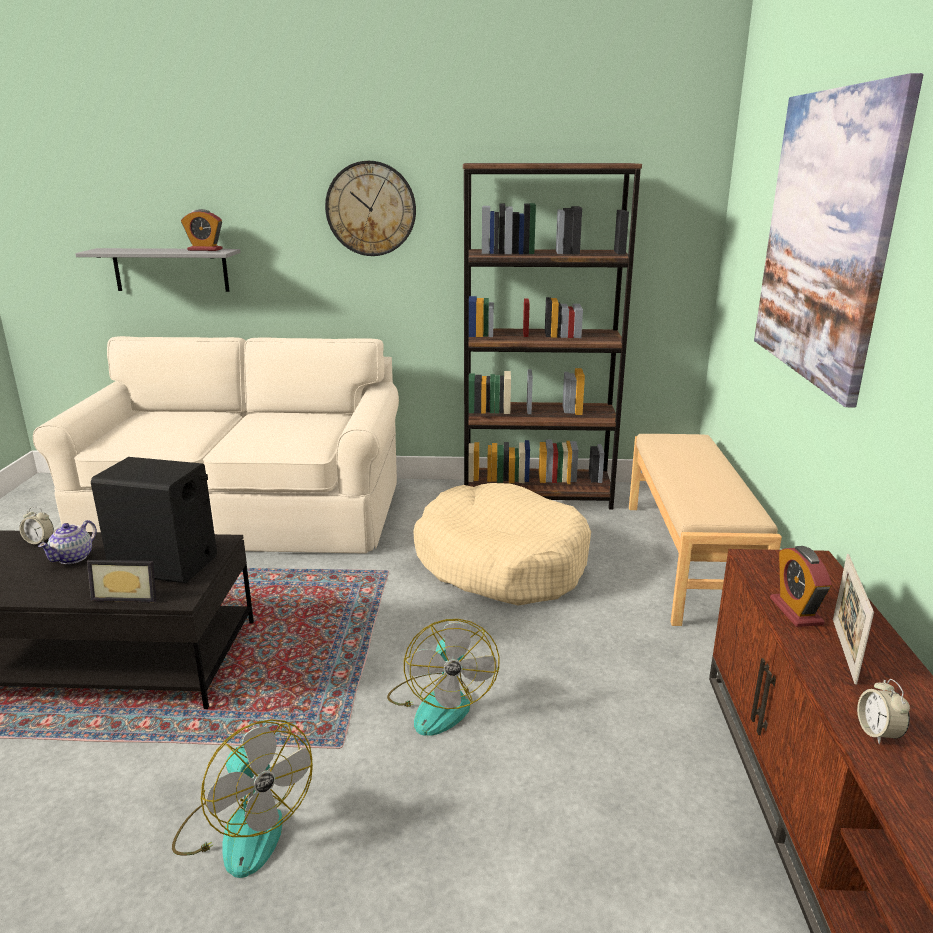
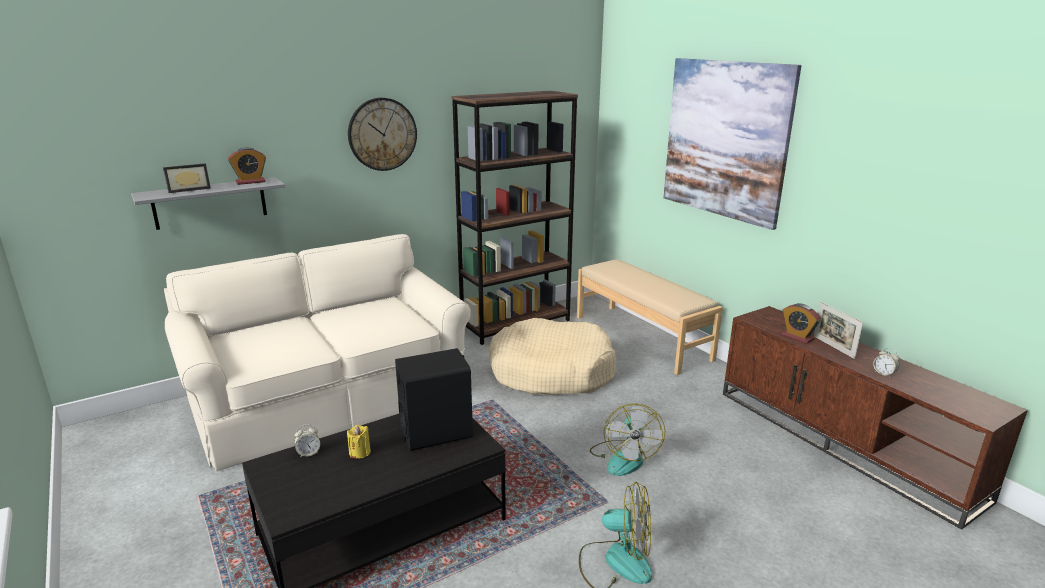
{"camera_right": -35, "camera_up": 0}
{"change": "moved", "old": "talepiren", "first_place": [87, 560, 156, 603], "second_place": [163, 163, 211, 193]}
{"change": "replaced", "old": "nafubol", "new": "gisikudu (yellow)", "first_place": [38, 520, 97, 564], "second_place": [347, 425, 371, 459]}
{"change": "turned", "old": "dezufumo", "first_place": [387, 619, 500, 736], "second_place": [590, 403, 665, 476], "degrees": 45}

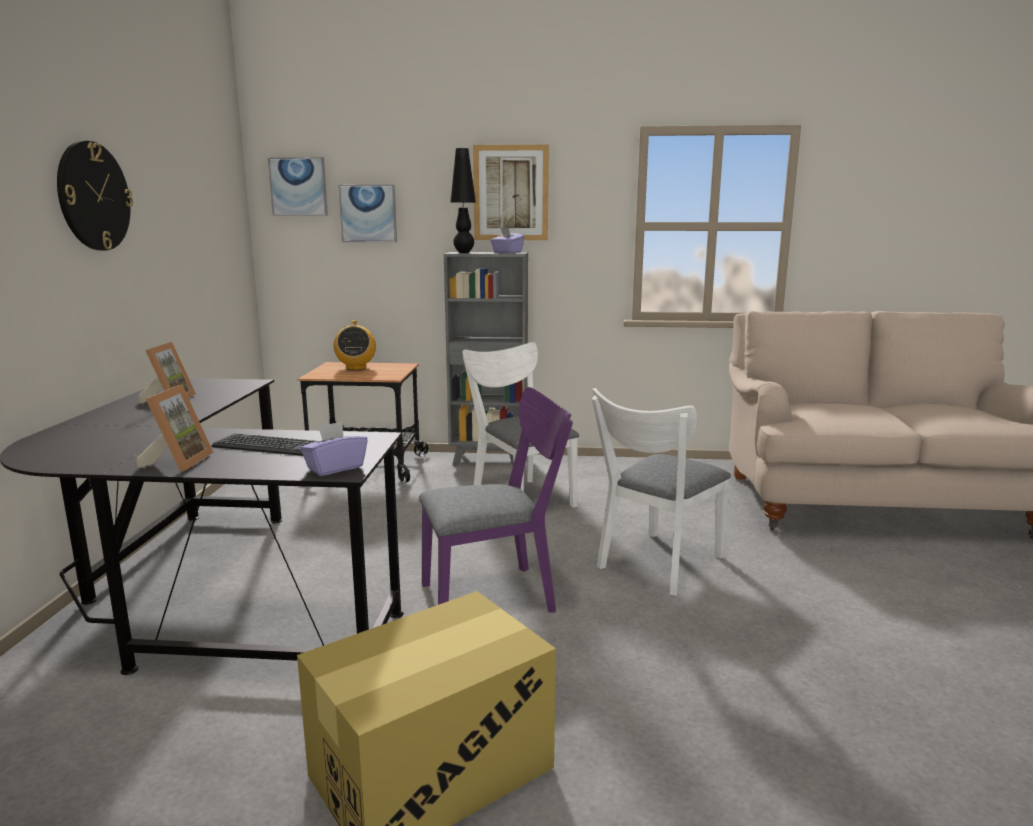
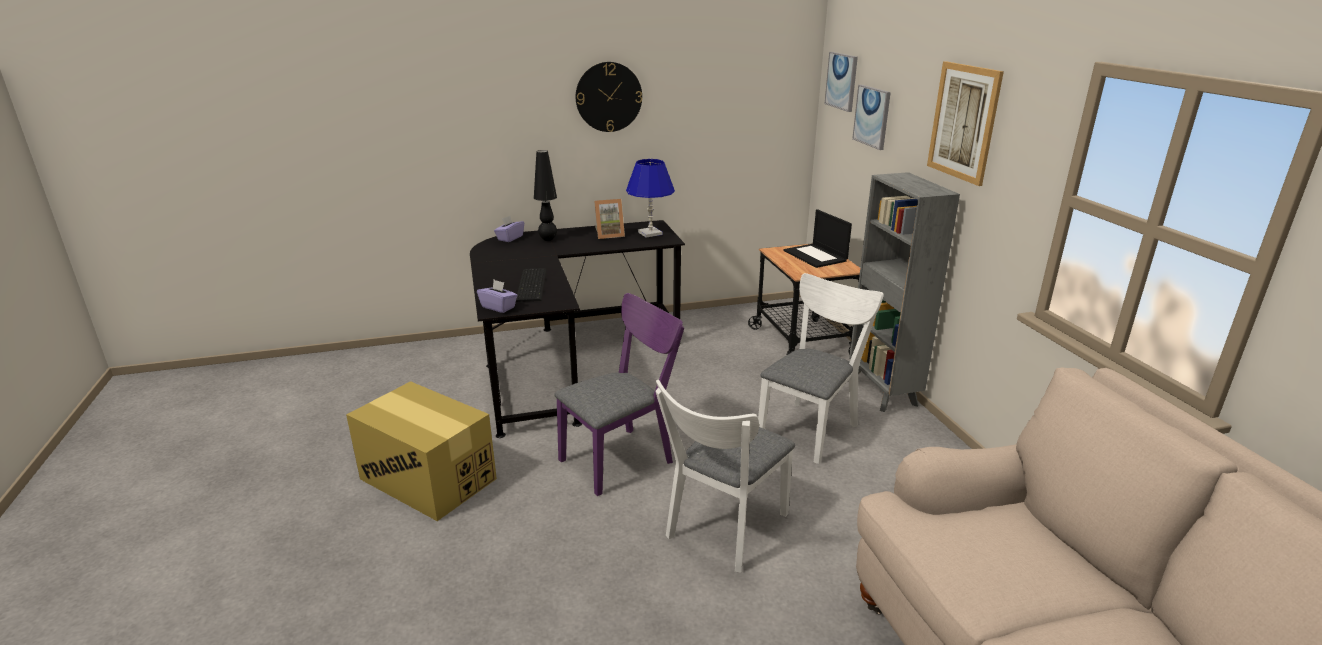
{"camera_right": 70, "camera_up": 10}
{"change": "removed", "old": "talepiren", "first_place": [137, 384, 214, 472]}
{"change": "added", "new": "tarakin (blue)", "second_place": [626, 159, 675, 238]}
{"change": "moved", "old": "tarakin (black)", "first_place": [450, 148, 476, 253], "second_place": [534, 150, 557, 241]}
{"change": "moved", "old": "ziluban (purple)", "first_place": [490, 227, 524, 253], "second_place": [494, 216, 524, 242]}
{"change": "replaced", "old": "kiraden", "new": "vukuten", "first_place": [333, 320, 376, 370], "second_place": [784, 209, 852, 268]}
{"change": "turned", "old": "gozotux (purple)", "first_place": [419, 387, 573, 613], "second_place": [554, 293, 684, 496], "degrees": -90}
{"change": "turned", "old": "gozotux (white)", "first_place": [592, 388, 731, 596], "second_place": [655, 380, 795, 573], "degrees": -75}

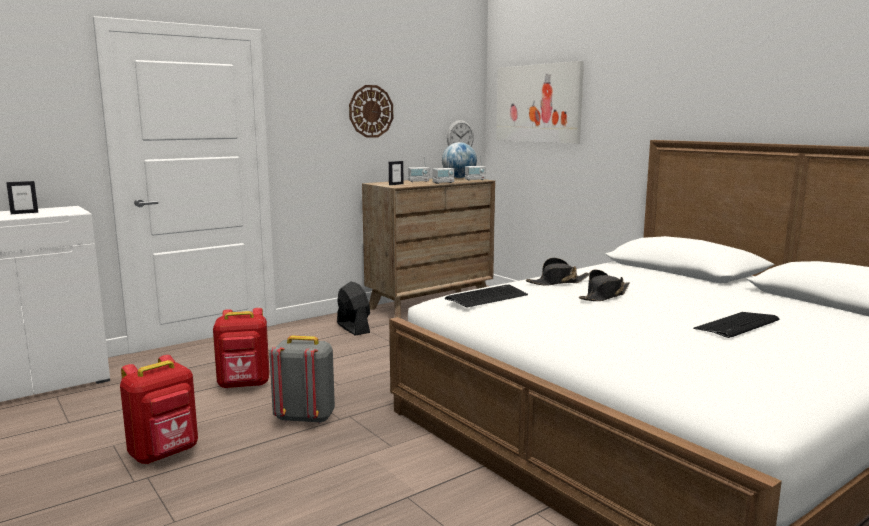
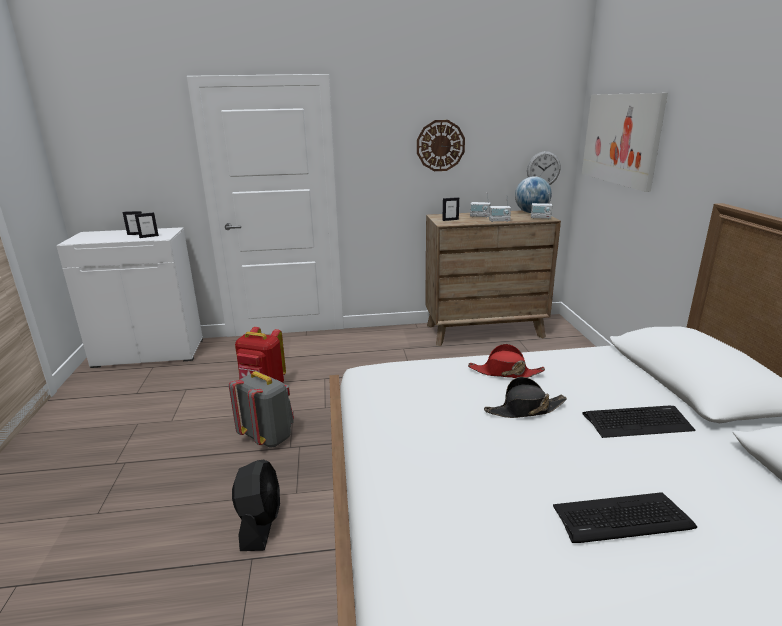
{"camera_right": 30, "camera_up": 10}
{"change": "removed", "old": "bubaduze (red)", "first_place": [120, 355, 198, 464]}
{"change": "added", "new": "talepiren", "second_place": [135, 212, 159, 238]}
{"change": "moved", "old": "dezufumo (black)", "first_place": [337, 281, 370, 335], "second_place": [232, 459, 280, 551]}
{"change": "moved", "old": "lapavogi", "first_place": [445, 285, 528, 308], "second_place": [582, 406, 695, 438]}
{"change": "recoloured", "old": "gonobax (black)", "new": "gonobax (red)", "first_place": [526, 258, 589, 286], "second_place": [468, 344, 545, 378]}

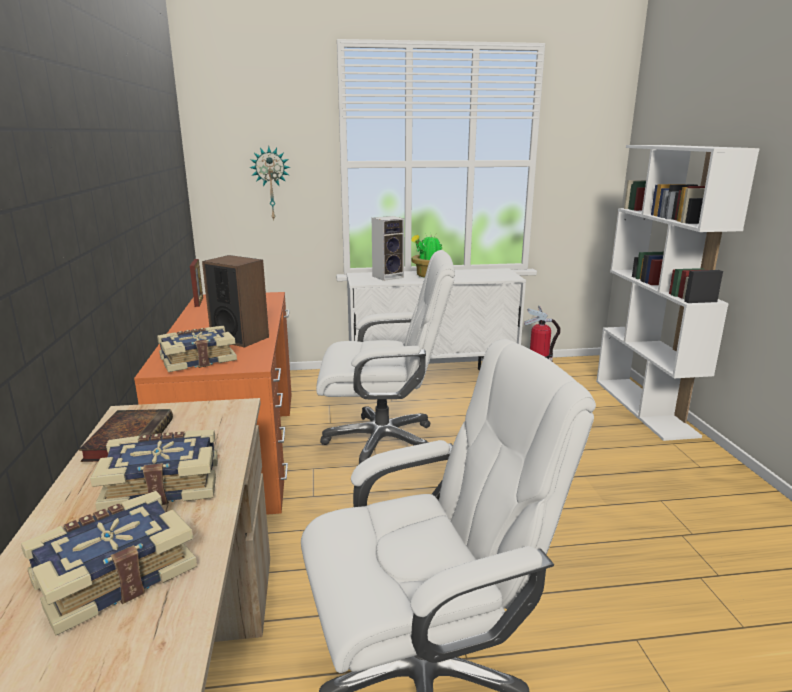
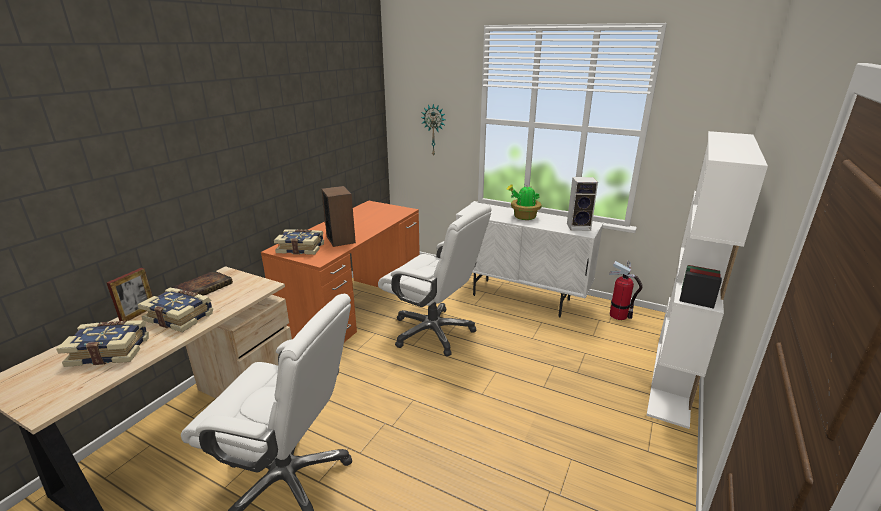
{"camera_right": 35, "camera_up": 5}
{"change": "moved", "old": "talepiren", "first_place": [190, 259, 203, 307], "second_place": [107, 268, 153, 321]}
{"change": "moved", "old": "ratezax", "first_place": [372, 216, 404, 281], "second_place": [567, 177, 598, 231]}

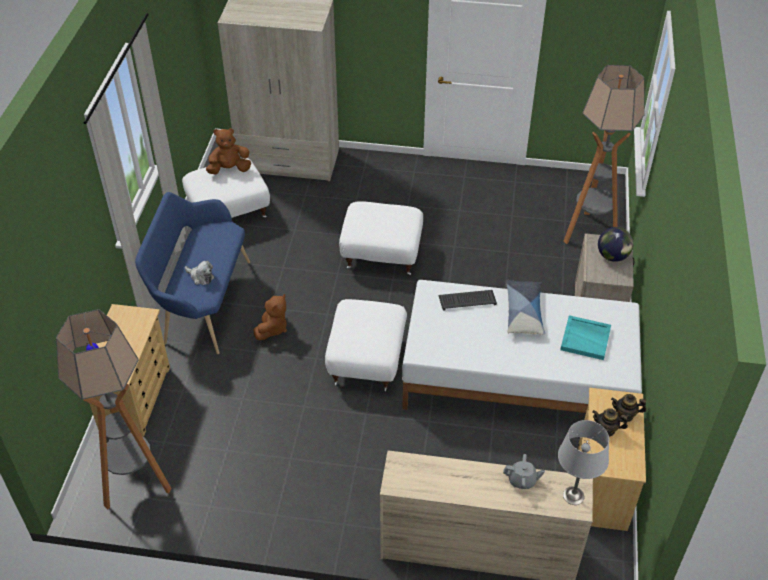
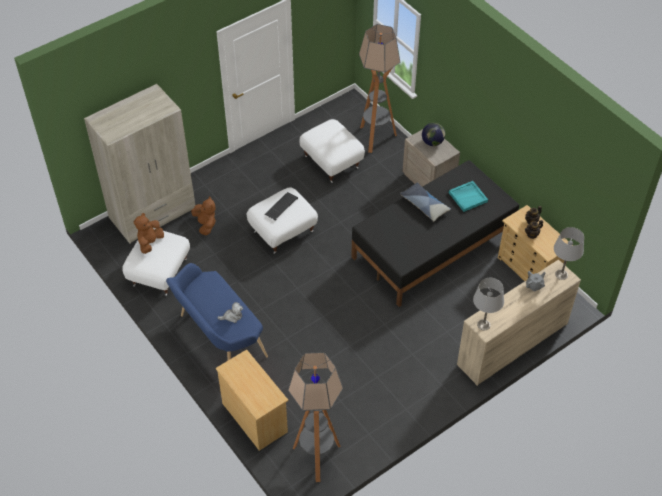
{"camera_right": -45, "camera_up": 5}
{"change": "added", "new": "tarakin (grey)", "second_place": [473, 278, 504, 330]}
{"change": "moved", "old": "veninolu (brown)", "first_place": [254, 294, 287, 340], "second_place": [191, 196, 216, 235]}
{"change": "moved", "old": "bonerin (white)", "first_place": [325, 299, 407, 391], "second_place": [299, 119, 365, 183]}
{"change": "moved", "old": "lapavogi", "first_place": [439, 290, 497, 311], "second_place": [265, 192, 298, 221]}
{"change": "recoloured", "old": "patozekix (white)", "new": "patozekix (black)", "first_place": [402, 280, 642, 413], "second_place": [351, 160, 519, 307]}

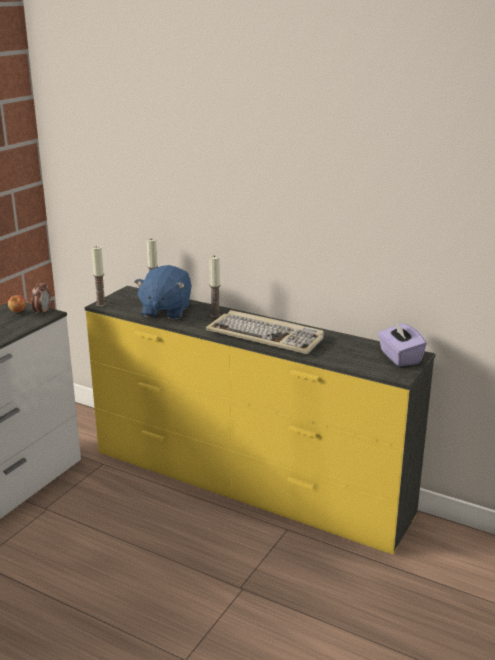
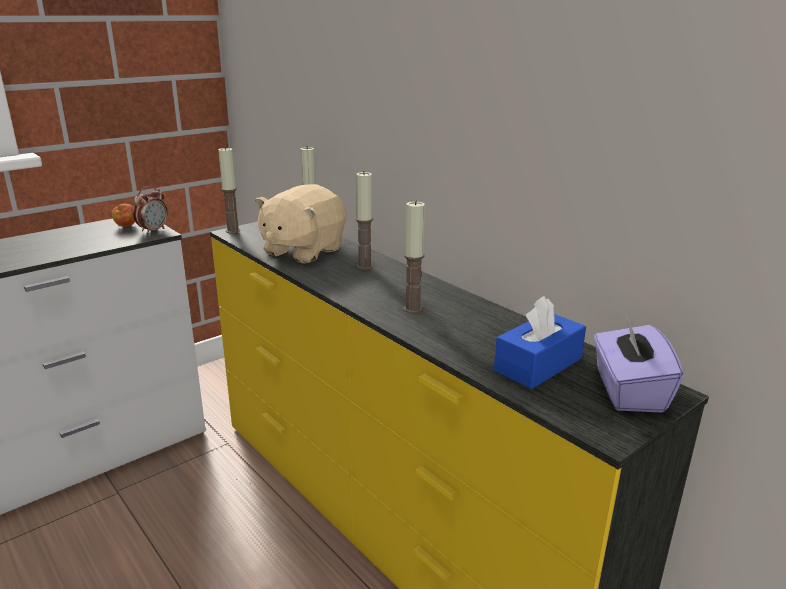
{"camera_right": 20, "camera_up": 0}
{"change": "added", "new": "ziluban (blue)", "second_place": [494, 296, 586, 389]}
{"change": "replaced", "old": "lapavogi", "new": "gisikudu", "first_place": [206, 310, 324, 354], "second_place": [403, 200, 425, 313]}
{"change": "recoloured", "old": "veninolu (blue)", "new": "veninolu (beige)", "first_place": [135, 265, 192, 320], "second_place": [255, 184, 346, 264]}

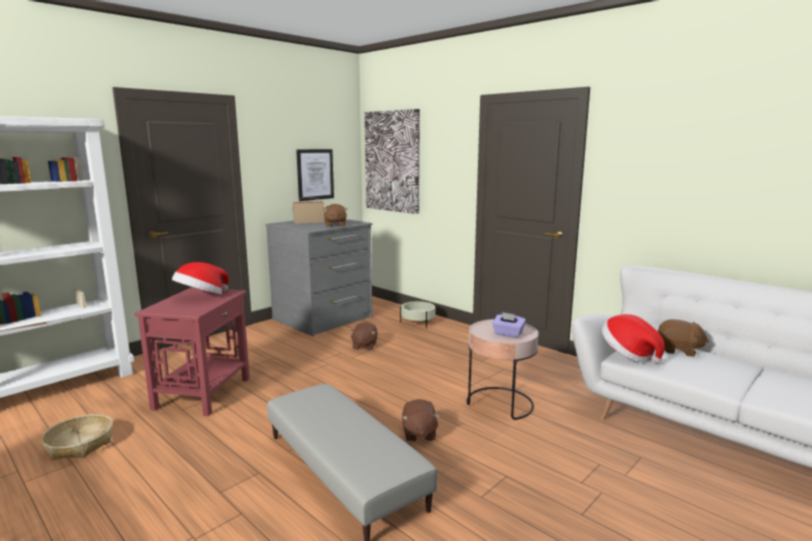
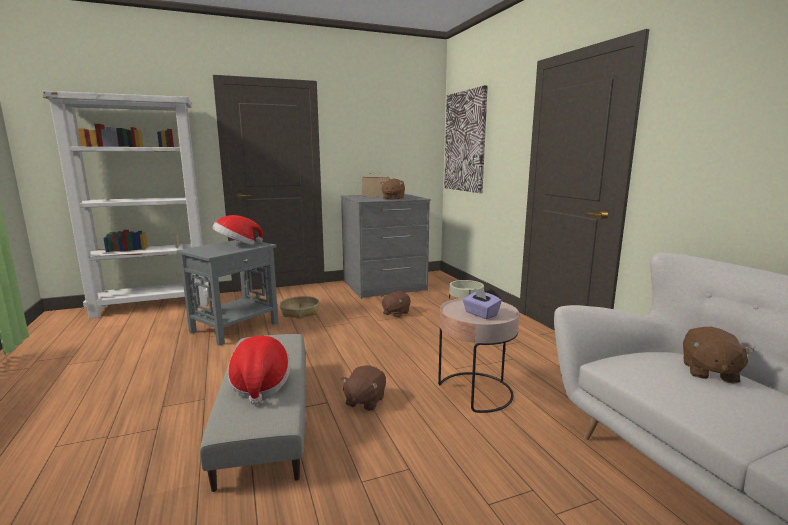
{"camera_right": 25, "camera_up": 0}
{"change": "removed", "old": "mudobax", "first_place": [296, 149, 334, 201]}
{"change": "moved", "old": "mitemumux", "first_place": [41, 414, 113, 460], "second_place": [279, 296, 319, 319]}
{"change": "moved", "old": "gonobax", "first_place": [602, 314, 665, 364], "second_place": [228, 336, 290, 405]}
{"change": "recoloured", "old": "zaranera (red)", "new": "zaranera (grey)", "first_place": [135, 287, 250, 416], "second_place": [177, 240, 278, 346]}
{"change": "turned", "old": "veninolu (brown)", "first_place": [658, 319, 709, 357], "second_place": [683, 327, 754, 384], "degrees": 60}

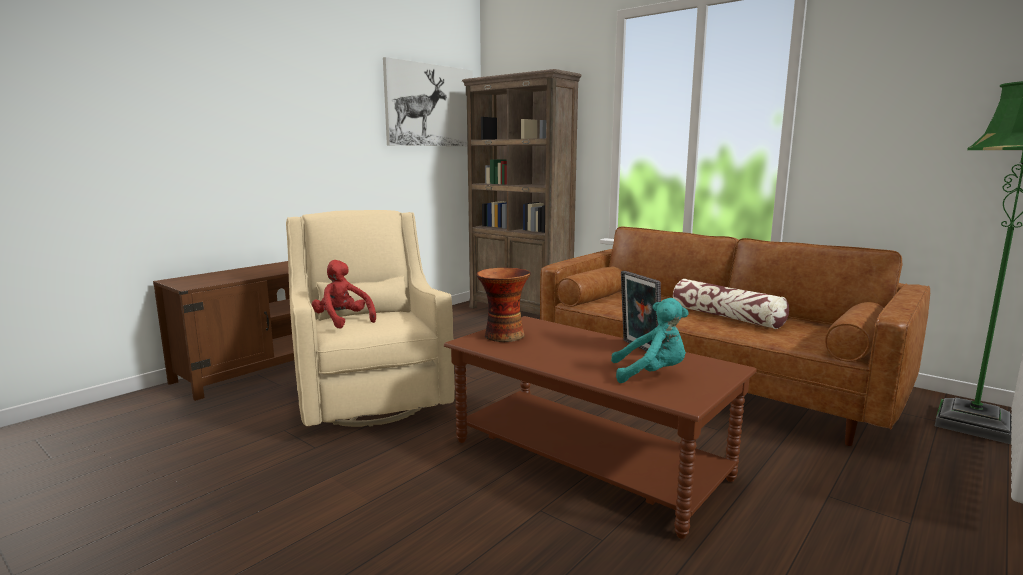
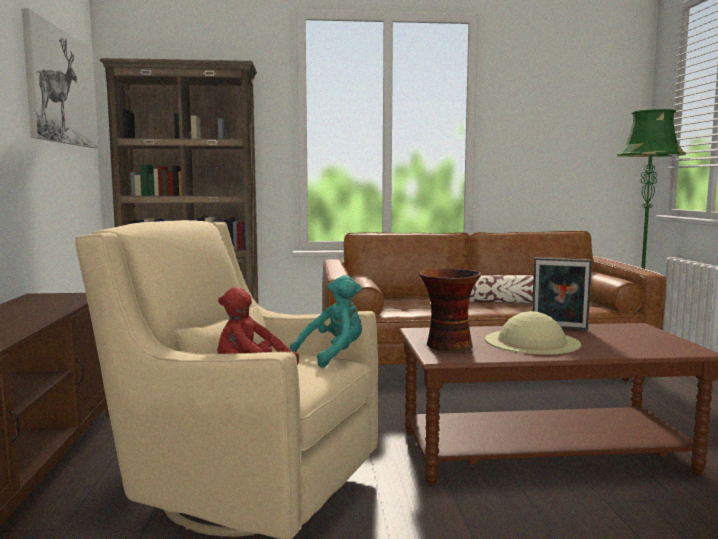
{"camera_right": -45, "camera_up": -5}
{"change": "added", "new": "gonobax (beige)", "second_place": [485, 311, 581, 355]}
{"change": "moved", "old": "veninolu (turquoise)", "first_place": [611, 298, 688, 383], "second_place": [290, 275, 362, 368]}

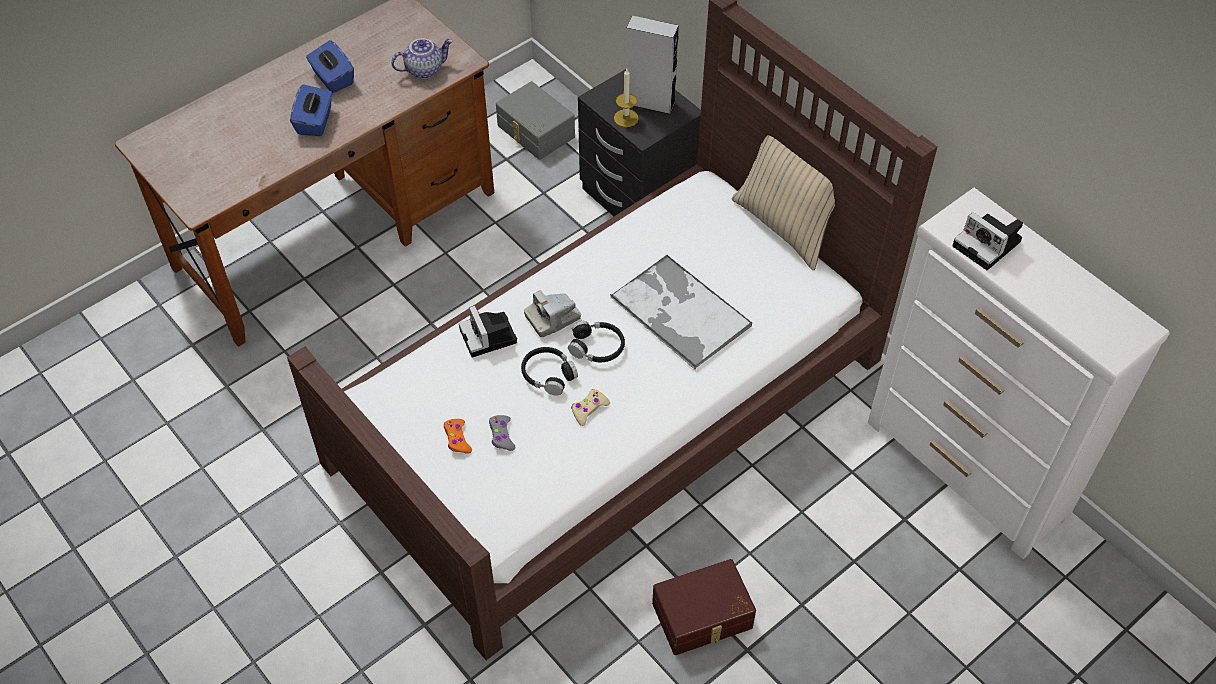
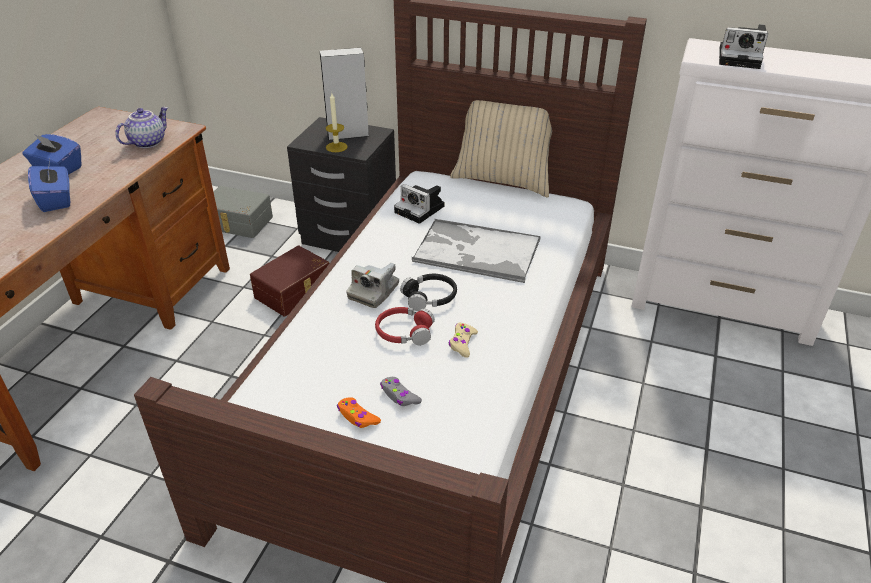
{"camera_right": -30, "camera_up": -15}
{"change": "moved", "old": "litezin", "first_place": [459, 305, 517, 358], "second_place": [394, 184, 445, 224]}
{"change": "moved", "old": "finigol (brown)", "first_place": [652, 559, 756, 655], "second_place": [250, 245, 329, 316]}
{"change": "recoloured", "old": "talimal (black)", "new": "talimal (red)", "first_place": [521, 347, 578, 396], "second_place": [375, 307, 435, 345]}

